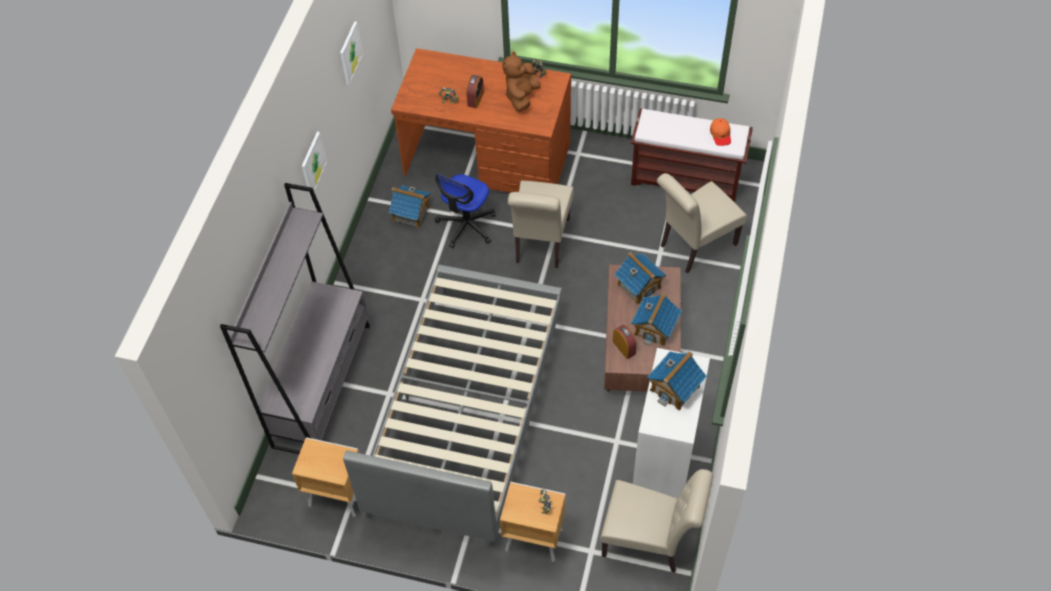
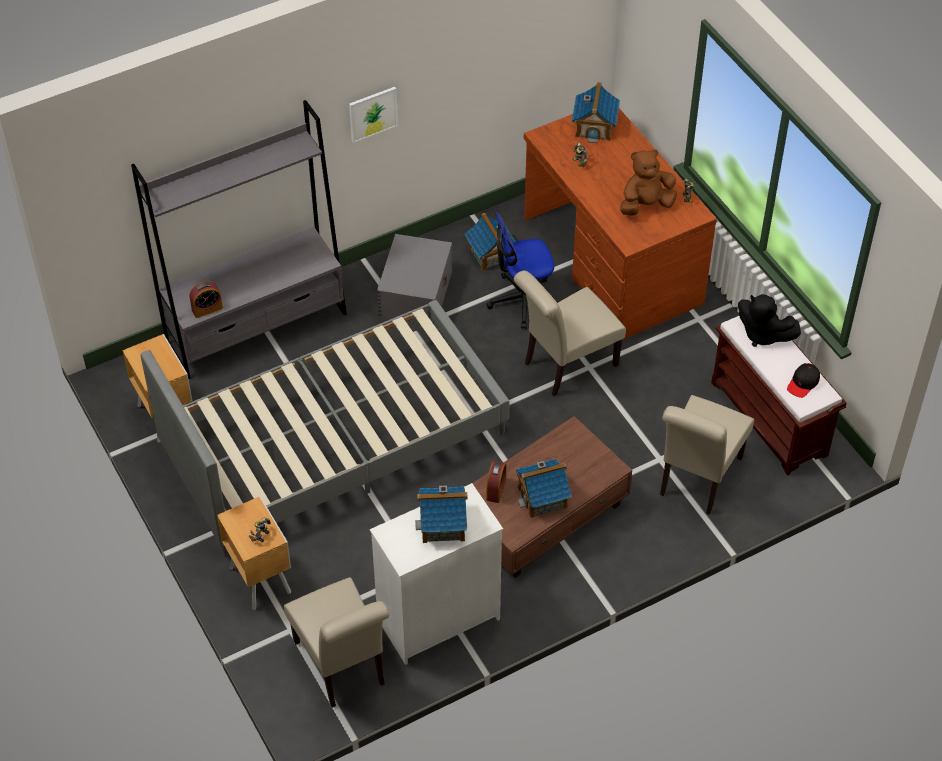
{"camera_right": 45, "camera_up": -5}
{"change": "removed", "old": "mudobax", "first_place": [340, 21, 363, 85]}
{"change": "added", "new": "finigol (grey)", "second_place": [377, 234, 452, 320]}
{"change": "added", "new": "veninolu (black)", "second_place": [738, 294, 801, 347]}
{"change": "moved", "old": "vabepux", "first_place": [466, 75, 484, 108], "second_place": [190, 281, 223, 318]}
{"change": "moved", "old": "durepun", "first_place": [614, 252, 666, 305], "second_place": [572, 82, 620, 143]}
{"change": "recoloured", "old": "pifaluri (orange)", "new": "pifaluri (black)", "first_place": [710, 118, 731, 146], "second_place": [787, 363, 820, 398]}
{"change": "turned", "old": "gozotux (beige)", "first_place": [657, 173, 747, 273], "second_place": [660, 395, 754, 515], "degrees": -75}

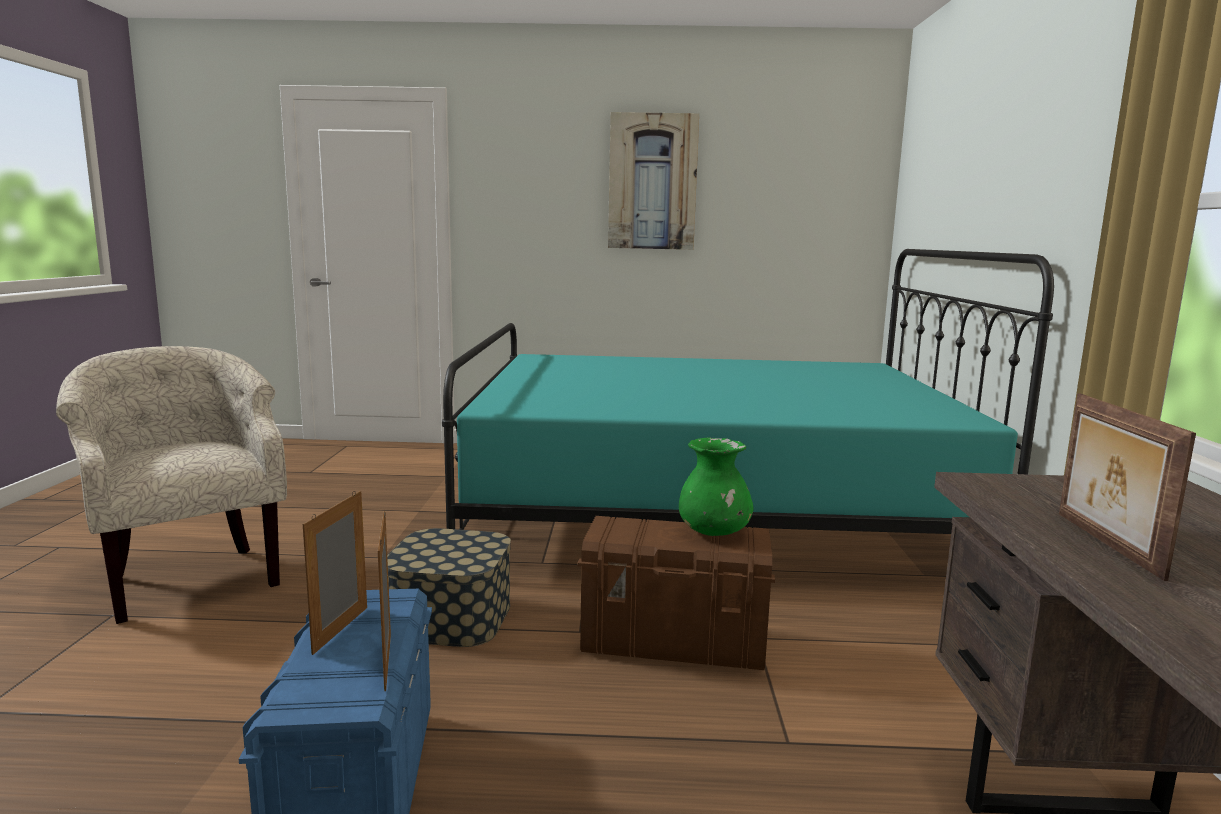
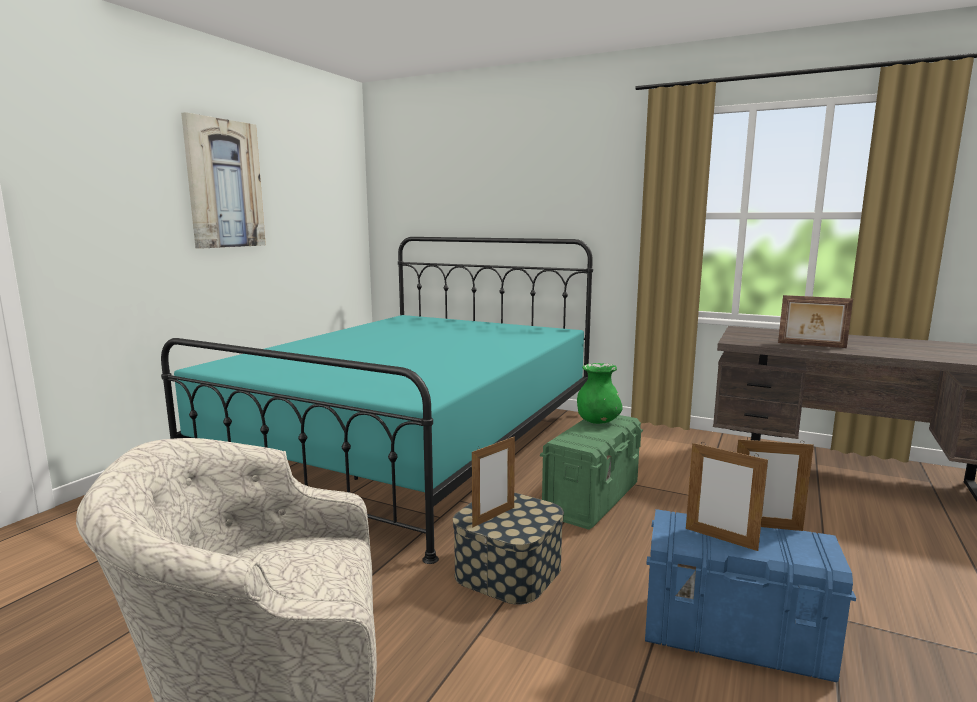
{"camera_right": -65, "camera_up": 0}
{"change": "added", "new": "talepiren", "second_place": [472, 436, 515, 527]}
{"change": "recoloured", "old": "finigol (brown)", "new": "finigol (green)", "first_place": [577, 516, 775, 670], "second_place": [540, 415, 643, 530]}

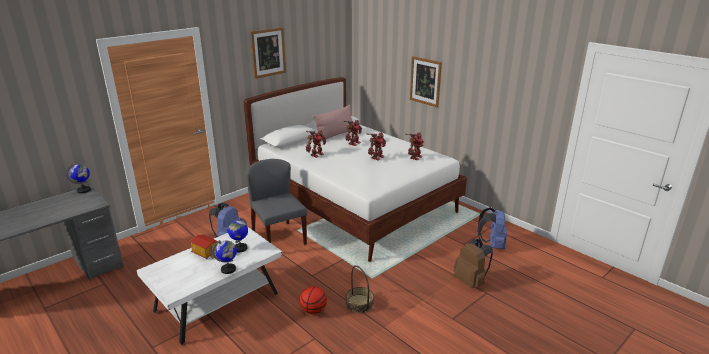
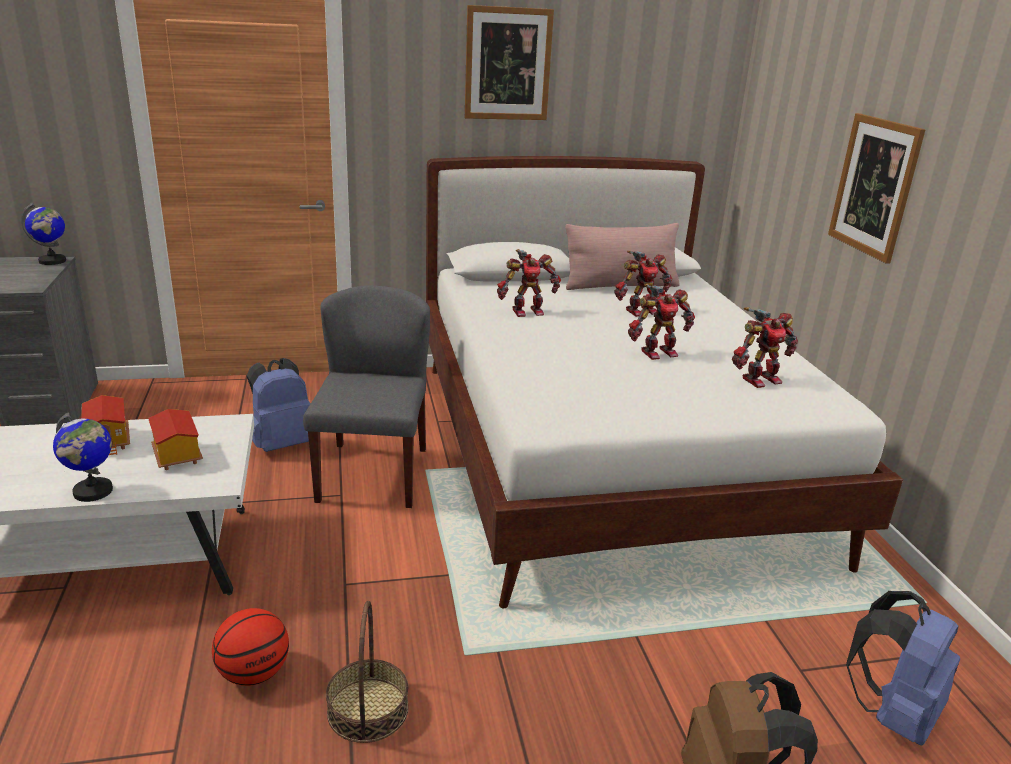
{"camera_right": 30, "camera_up": 0}
{"change": "replaced", "old": "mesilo", "new": "durepun", "first_place": [228, 218, 248, 252], "second_place": [148, 409, 203, 470]}

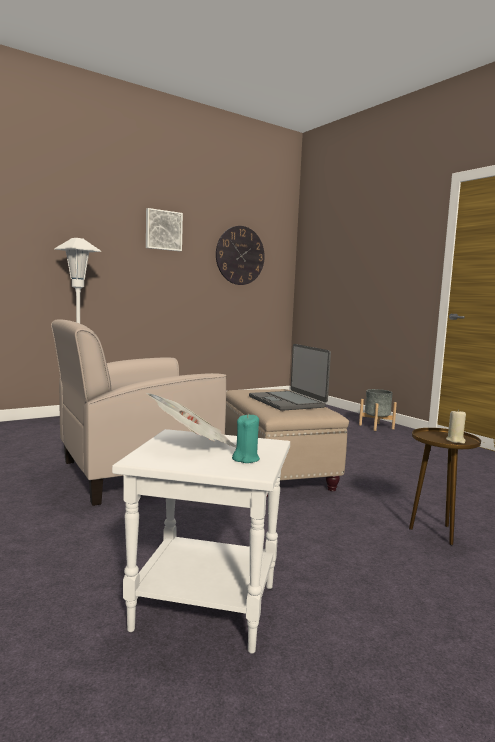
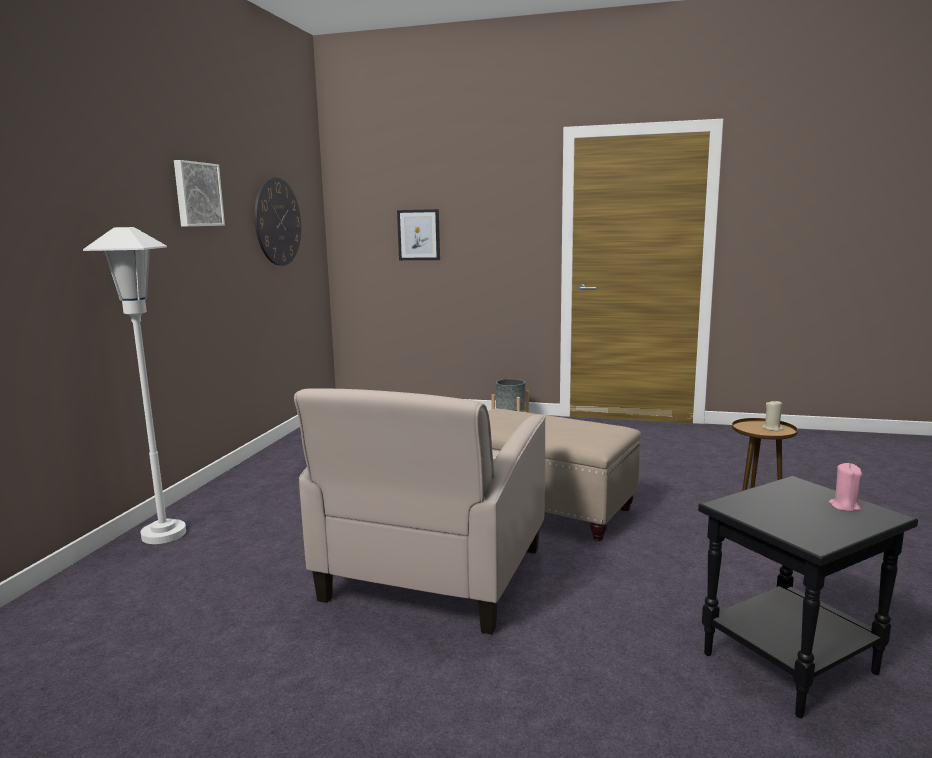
{"camera_right": -40, "camera_up": 5}
{"change": "removed", "old": "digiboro", "first_place": [146, 393, 236, 447]}
{"change": "removed", "old": "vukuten", "first_place": [249, 344, 331, 411]}
{"change": "added", "new": "mudobax", "second_place": [397, 209, 440, 260]}
{"change": "recoloured", "old": "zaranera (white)", "new": "zaranera (black)", "first_place": [112, 429, 290, 654], "second_place": [698, 476, 918, 718]}
{"change": "recoloured", "old": "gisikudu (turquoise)", "new": "gisikudu (pink)", "first_place": [232, 413, 260, 463], "second_place": [829, 463, 862, 512]}

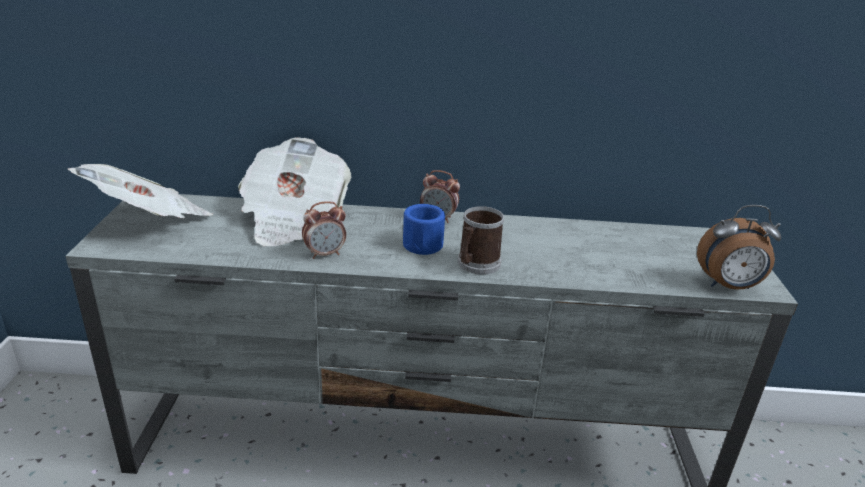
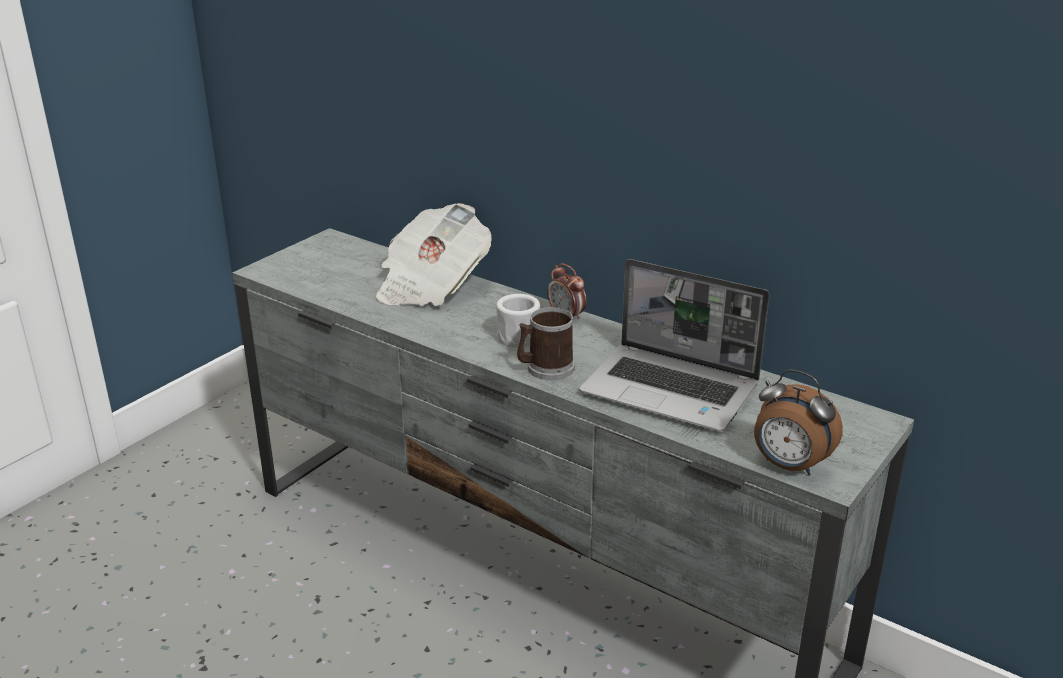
{"camera_right": 35, "camera_up": 0}
{"change": "removed", "old": "digiboro", "first_place": [68, 164, 213, 218]}
{"change": "removed", "old": "vabepux", "first_place": [302, 201, 346, 259]}
{"change": "added", "new": "vukuten", "second_place": [580, 259, 769, 432]}
{"change": "recoloured", "old": "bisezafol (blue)", "new": "bisezafol (white)", "first_place": [403, 204, 445, 255], "second_place": [496, 294, 540, 348]}

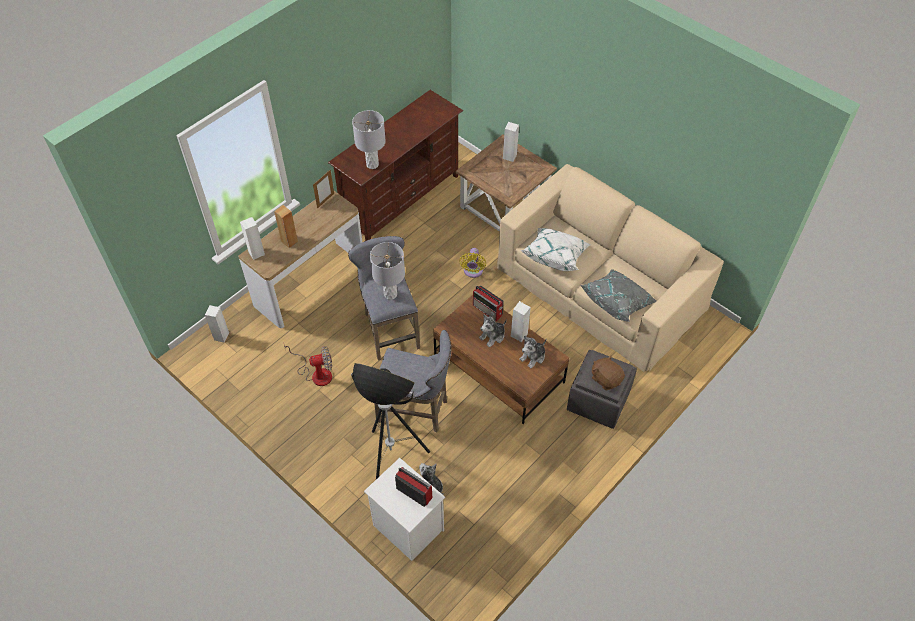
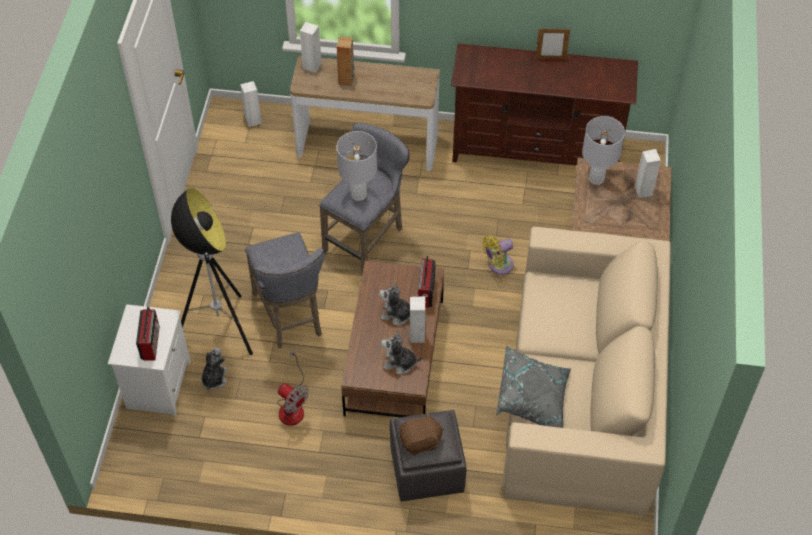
{"camera_right": 55, "camera_up": 0}
{"change": "removed", "old": "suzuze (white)", "first_place": [521, 228, 590, 271]}
{"change": "moved", "old": "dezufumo", "first_place": [284, 345, 332, 386], "second_place": [277, 348, 309, 426]}
{"change": "moved", "old": "talepiren", "first_place": [313, 170, 334, 209], "second_place": [535, 28, 570, 60]}
{"change": "moved", "old": "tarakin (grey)", "first_place": [352, 110, 386, 169], "second_place": [582, 116, 625, 185]}
{"change": "turned", "old": "veninolu (brown)", "first_place": [592, 356, 625, 390], "second_place": [399, 412, 444, 455], "degrees": 60}

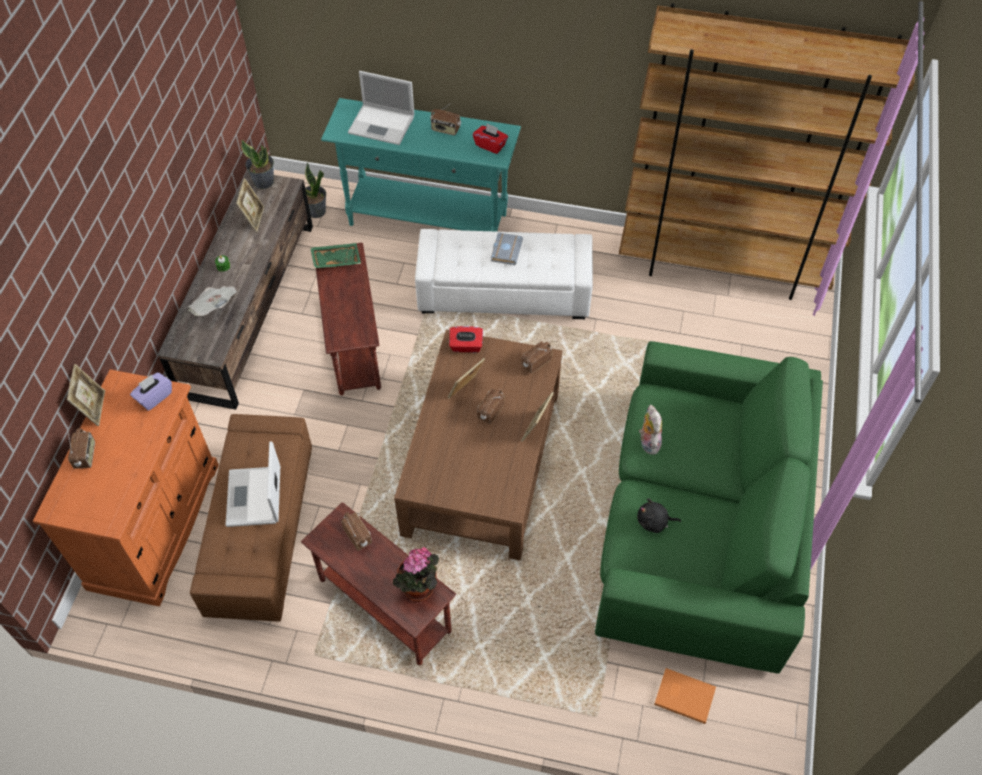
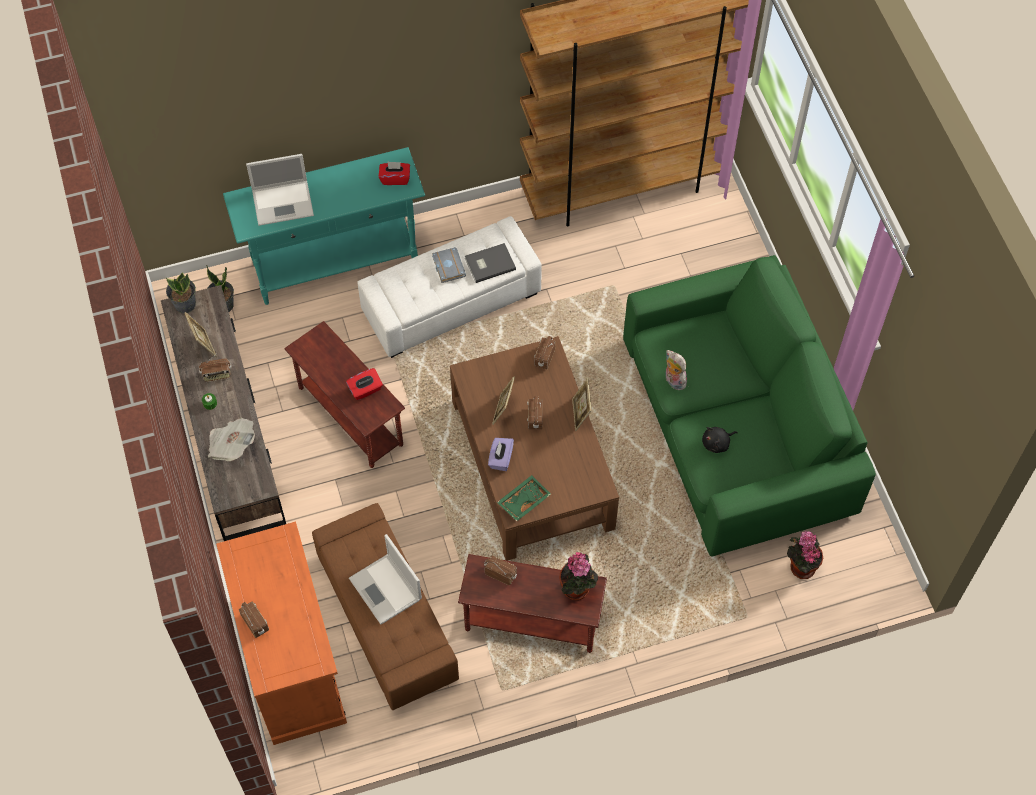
{"camera_right": -30, "camera_up": 5}
{"change": "removed", "old": "talepiren", "first_place": [67, 364, 105, 426]}
{"change": "added", "new": "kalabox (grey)", "second_place": [465, 243, 516, 283]}
{"change": "moved", "old": "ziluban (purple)", "first_place": [130, 372, 172, 411], "second_place": [488, 438, 514, 471]}
{"change": "moved", "old": "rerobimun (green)", "first_place": [310, 243, 361, 268], "second_place": [497, 475, 551, 521]}
{"change": "moved", "old": "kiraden", "first_place": [430, 103, 461, 135], "second_place": [199, 354, 232, 382]}
{"change": "moved", "old": "ziluban (red)", "first_place": [449, 326, 483, 352], "second_place": [346, 368, 383, 400]}
{"change": "replaced", "old": "kalabox (orange)", "new": "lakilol", "first_place": [654, 668, 716, 724], "second_place": [787, 531, 823, 579]}

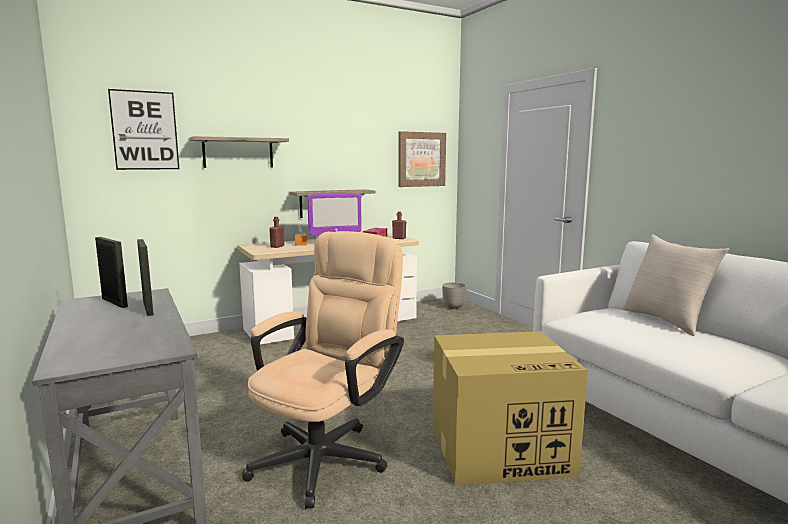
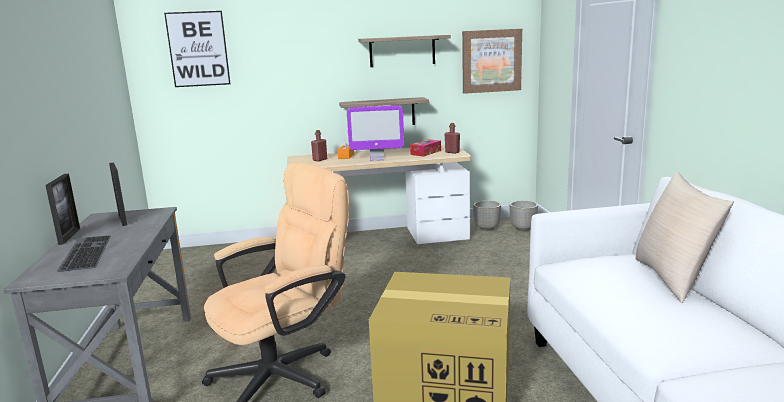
{"camera_right": 20, "camera_up": 5}
{"change": "added", "new": "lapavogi", "second_place": [57, 236, 111, 272]}
{"change": "added", "new": "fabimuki", "second_place": [473, 200, 501, 231]}
{"change": "moved", "old": "talepiren", "first_place": [137, 239, 154, 316], "second_place": [45, 174, 80, 245]}
{"change": "moved", "old": "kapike", "first_place": [190, 136, 289, 168], "second_place": [358, 35, 451, 67]}

